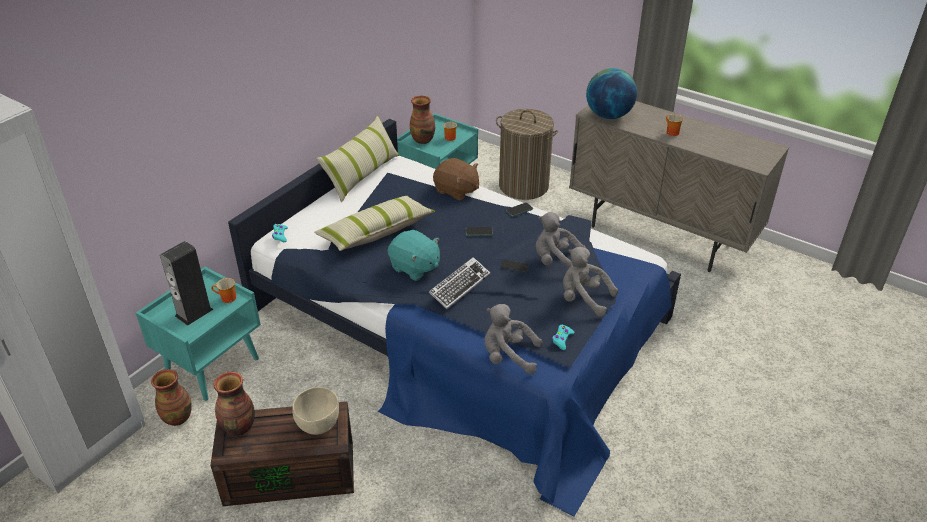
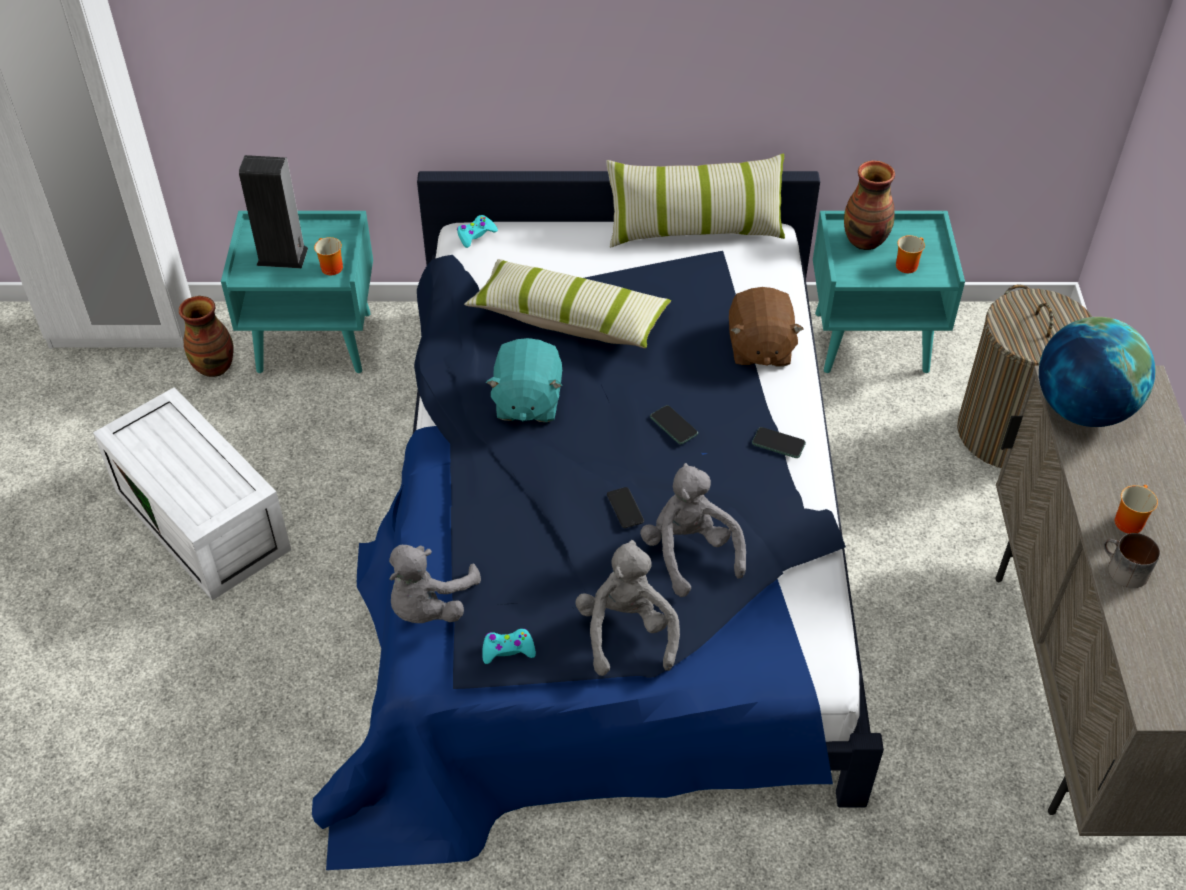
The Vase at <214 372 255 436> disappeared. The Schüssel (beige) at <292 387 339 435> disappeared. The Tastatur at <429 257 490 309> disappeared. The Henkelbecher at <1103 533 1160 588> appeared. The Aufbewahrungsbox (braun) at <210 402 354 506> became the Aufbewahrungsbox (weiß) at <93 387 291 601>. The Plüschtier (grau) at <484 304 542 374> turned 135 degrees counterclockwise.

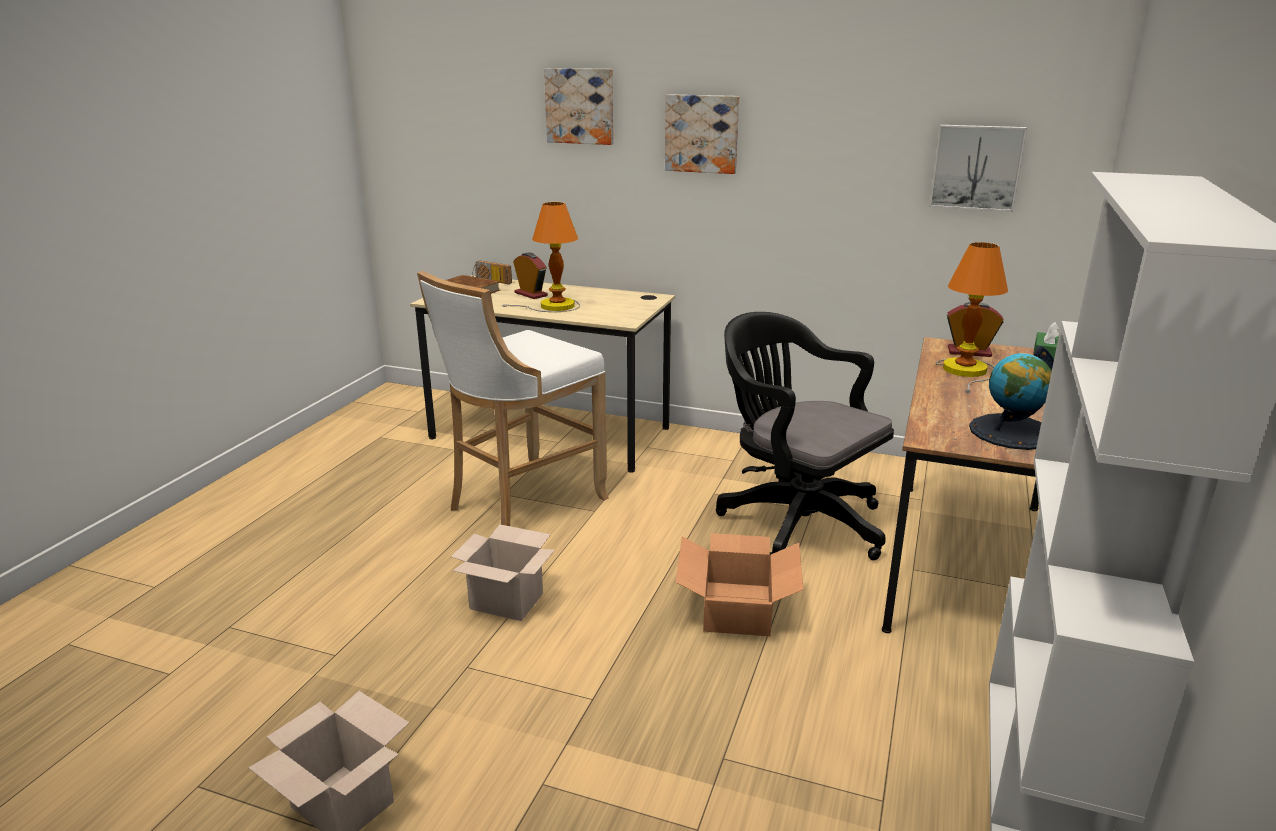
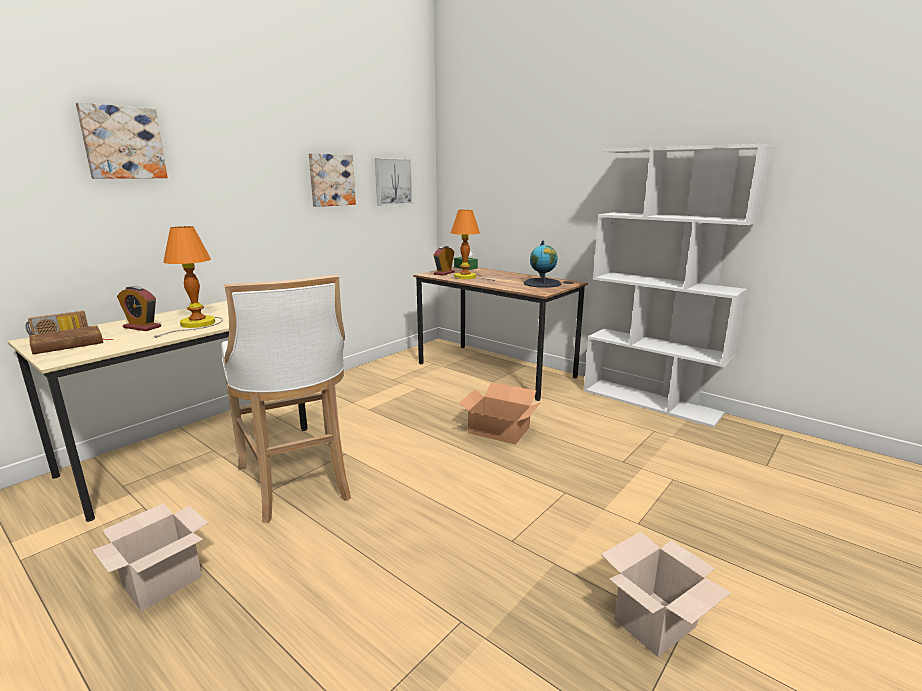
The Bürostuhl (schwarz) at <716 312 894 560> disappeared. The Karton moved from <451 525 555 621> to <92 503 208 611>. The Bild moved from <665 94 739 174> to <309 153 356 207>. The Wecker at <513 253 548 299> turned 135 degrees counterclockwise.

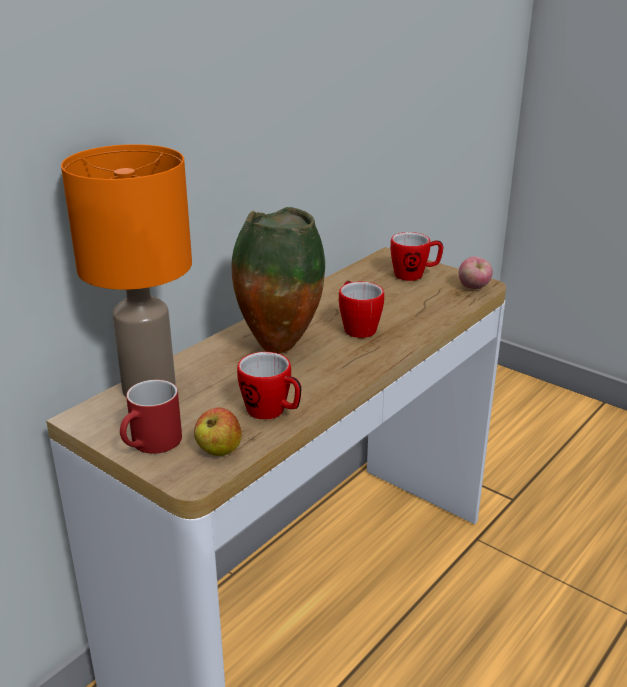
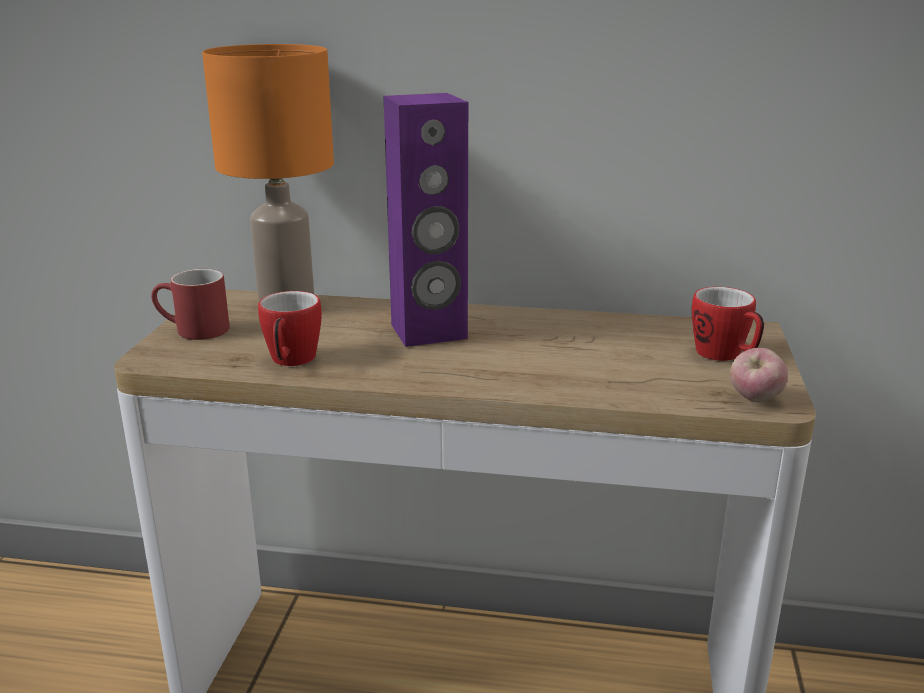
The Apfel at <194 408 242 456> disappeared. The Henkelbecher at <339 280 384 338> disappeared. The Vase at <232 207 325 354> was replaced by the Lautsprecher (lila) at <384 93 468 347>.

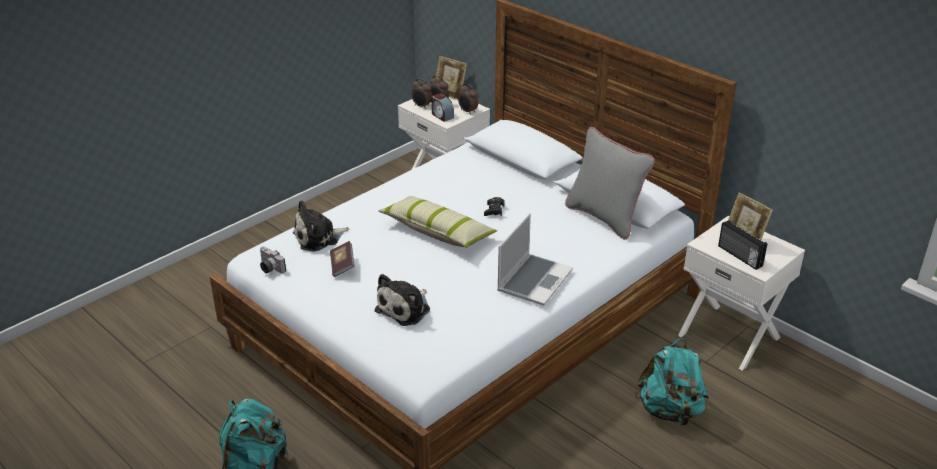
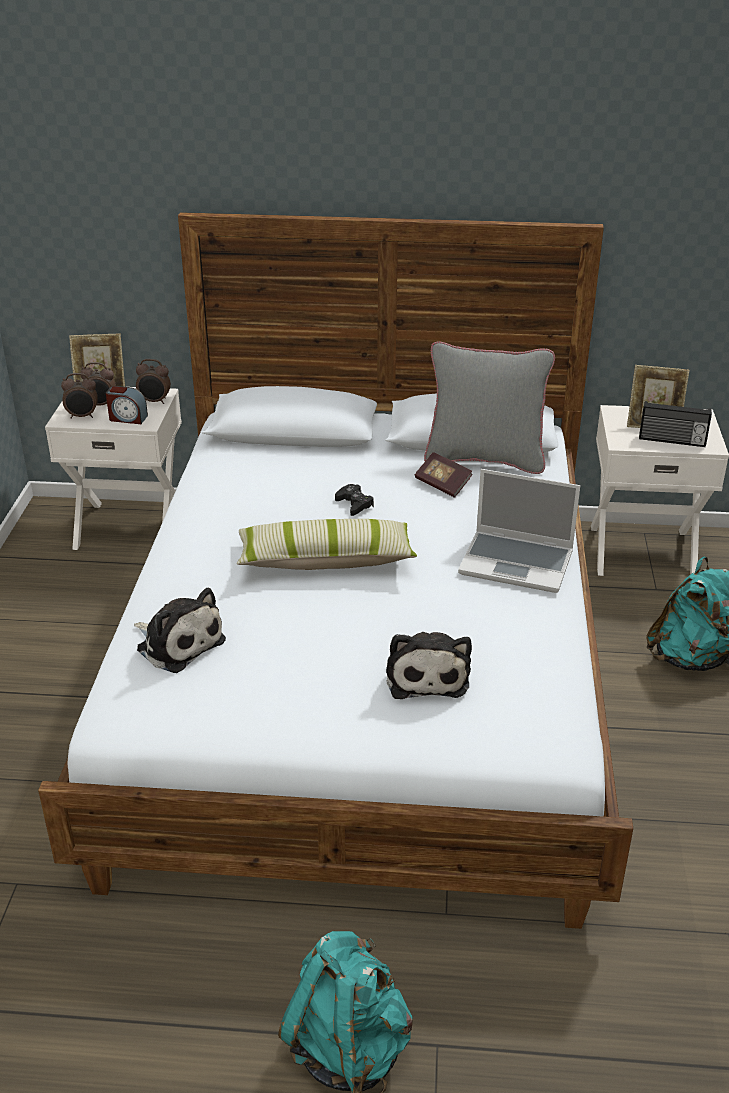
The Kamera at <260 246 286 274> disappeared. The Buch moved from <330 241 355 277> to <415 452 473 498>. The Plüschtier at <293 200 349 252> turned 75 degrees counterclockwise. The Laptop at <497 213 573 306> turned 120 degrees clockwise.

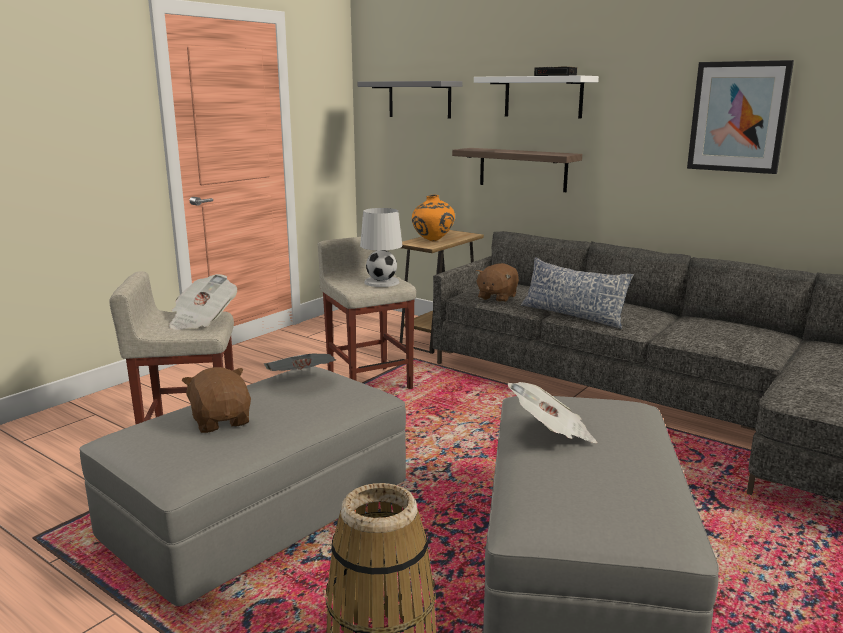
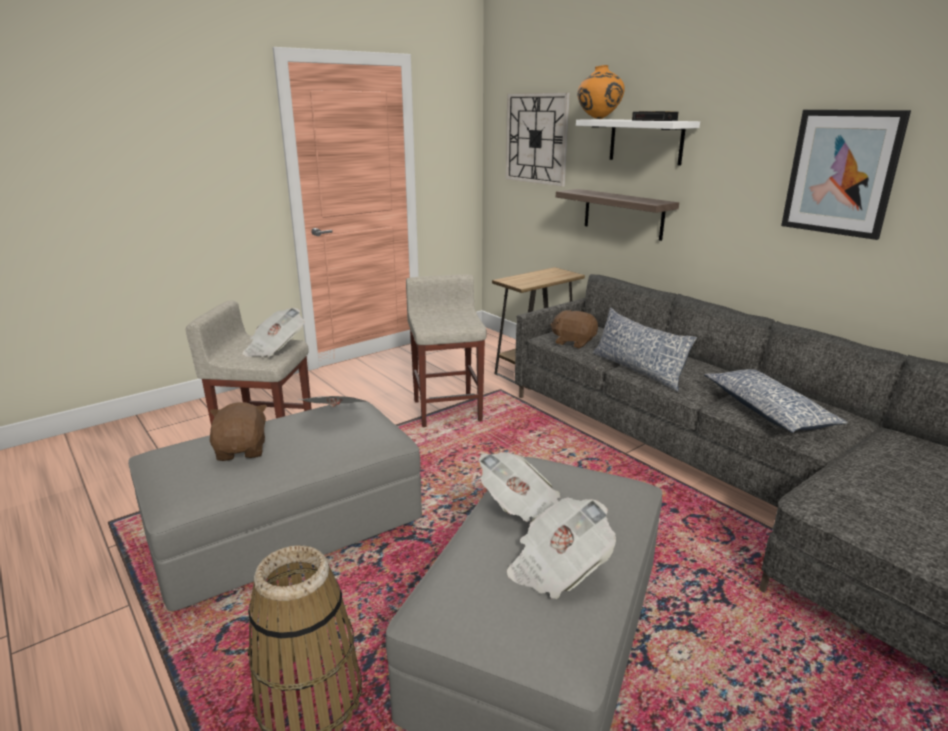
The Tischlampe (weiß) at <360 208 402 287> disappeared. The Zeitung at <507 497 616 599> appeared. The Kissen at <704 369 848 433> appeared. The Vase (orange) moved from <412 195 455 241> to <577 65 625 119>. The Wandregal (grau) at <358 81 462 119> was replaced by the Wanduhr at <506 93 570 187>. The Plüschtier (braun) at <475 263 519 303> turned 75 degrees clockwise.

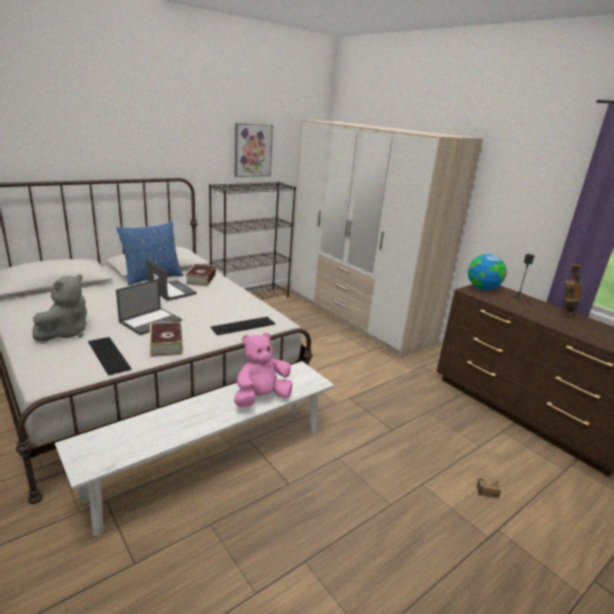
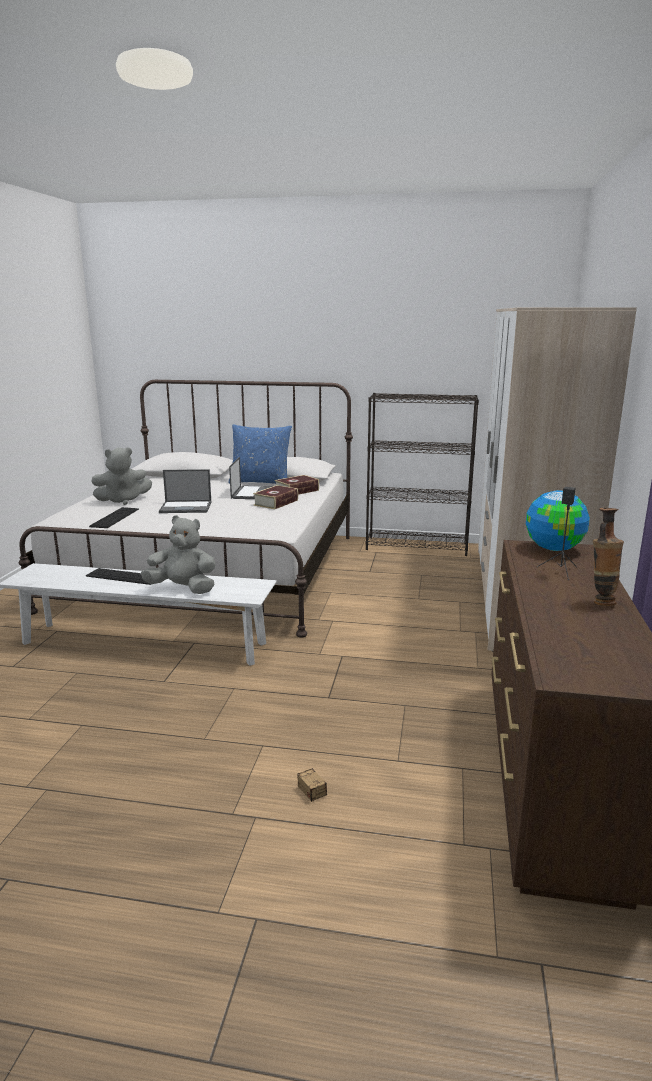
The Bild at <235 123 273 177> disappeared. The Buch moved from <149 322 183 357> to <253 485 298 509>. The Tastatur moved from <211 317 275 335> to <86 568 151 585>. The Plüschtier (rosa) at <234 332 293 407> became the Plüschtier (grau) at <141 515 216 594>.

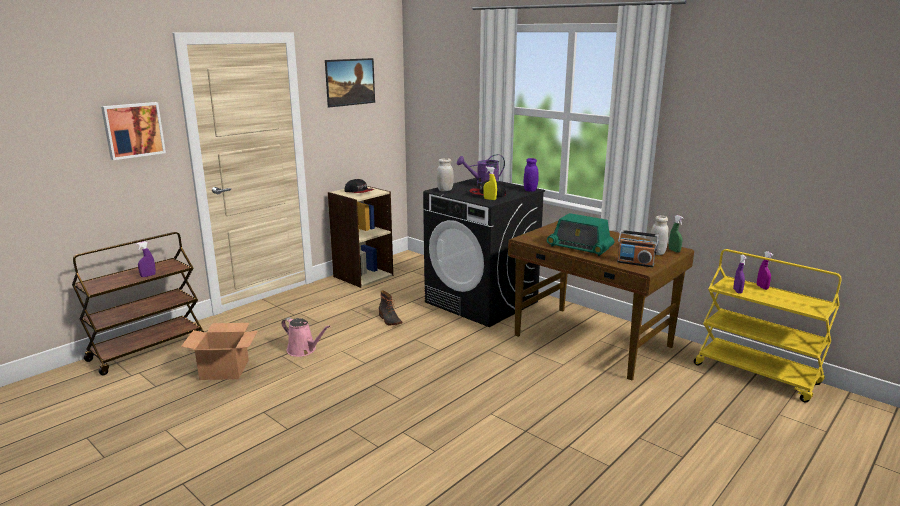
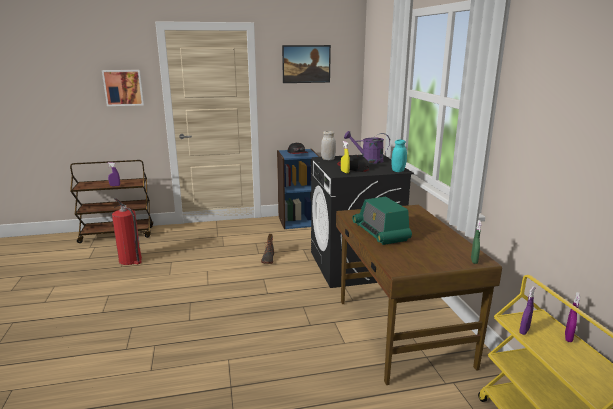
The Gießkanne (rosa) at <282 318 330 357> disappeared. The Radio at <617 230 659 267> disappeared. The Vorratsglas (weiß) at <650 216 669 255> disappeared. The Karton at <181 323 258 380> was replaced by the Feuerlöscher at <112 198 142 265>. The Bücherregal (beige) at <328 186 393 288> became the Bücherregal (blau) at <277 149 320 229>. The Vorratsglas (lila) at <524 158 539 192> became the Vorratsglas (türkis) at <391 140 407 172>.

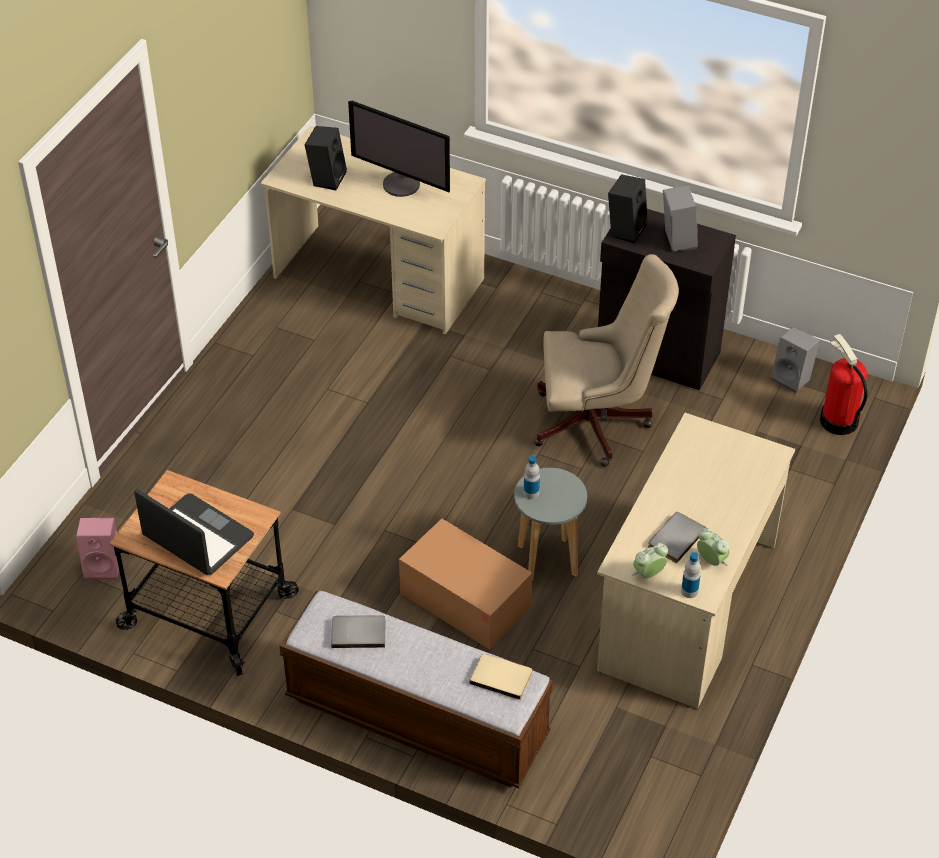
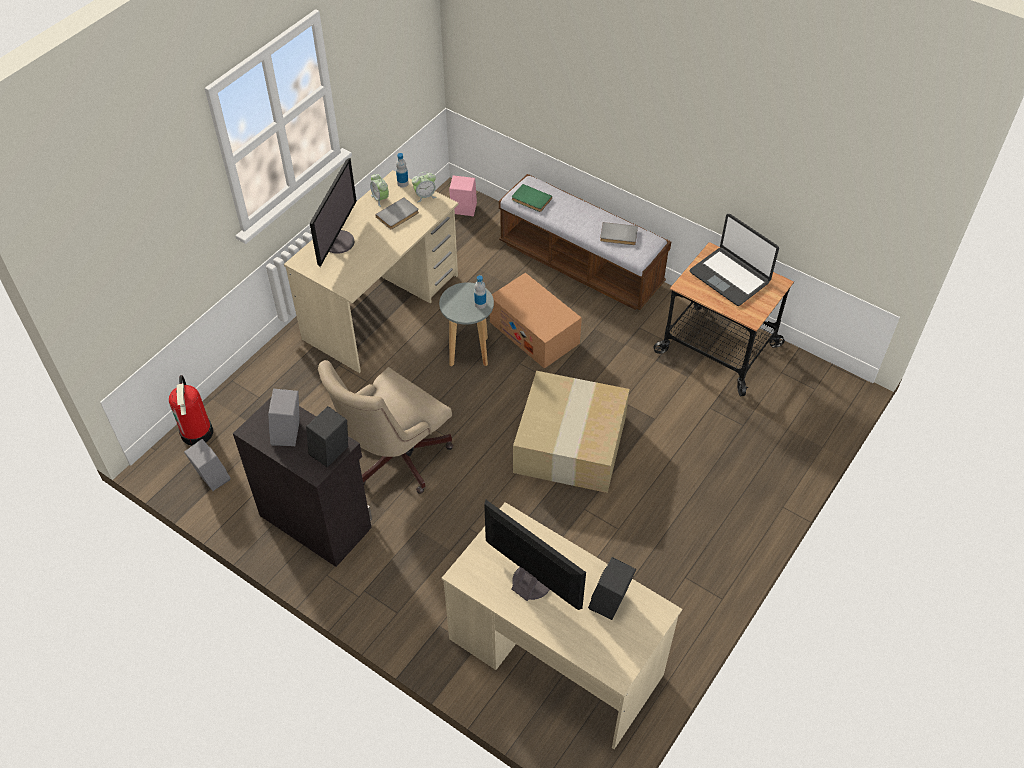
The Monitor at <310 158 357 267> appeared. The Karton at <513 371 629 493> appeared. The Lautsprecher (rosa) moved from <76 518 119 580> to <449 176 477 216>. The Buch (beige) at <469 654 532 700> became the Buch (grün) at <512 184 552 212>. The Bürostuhl (beige) at <534 254 679 467> turned 60 degrees counterclockwise.

